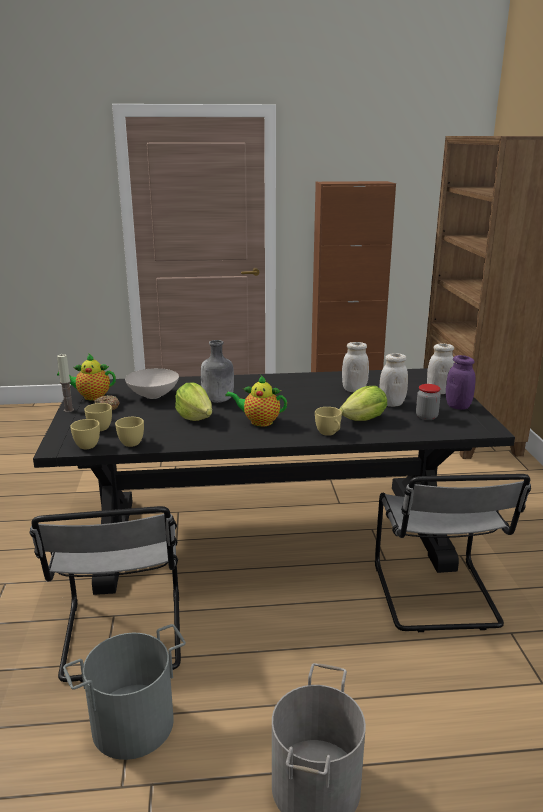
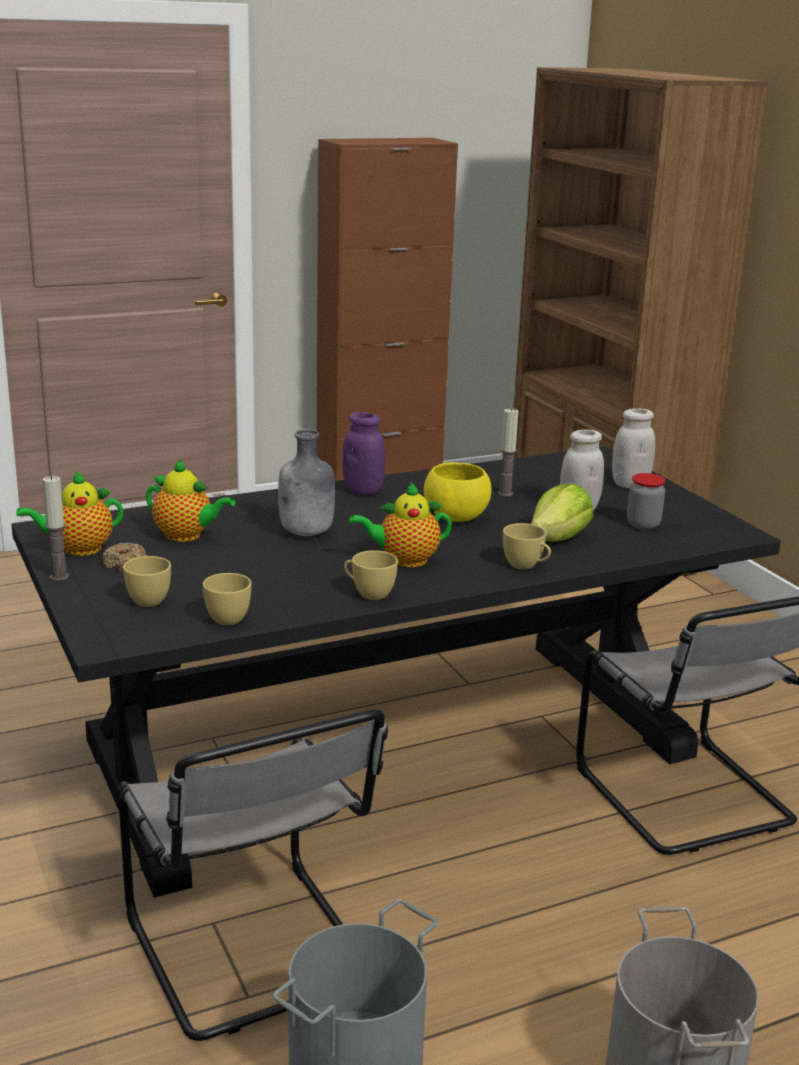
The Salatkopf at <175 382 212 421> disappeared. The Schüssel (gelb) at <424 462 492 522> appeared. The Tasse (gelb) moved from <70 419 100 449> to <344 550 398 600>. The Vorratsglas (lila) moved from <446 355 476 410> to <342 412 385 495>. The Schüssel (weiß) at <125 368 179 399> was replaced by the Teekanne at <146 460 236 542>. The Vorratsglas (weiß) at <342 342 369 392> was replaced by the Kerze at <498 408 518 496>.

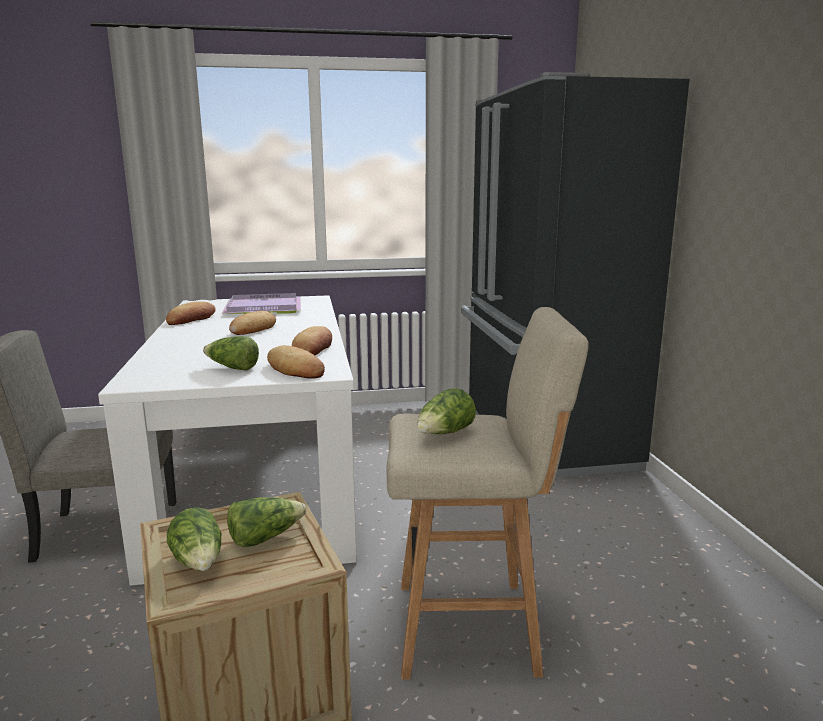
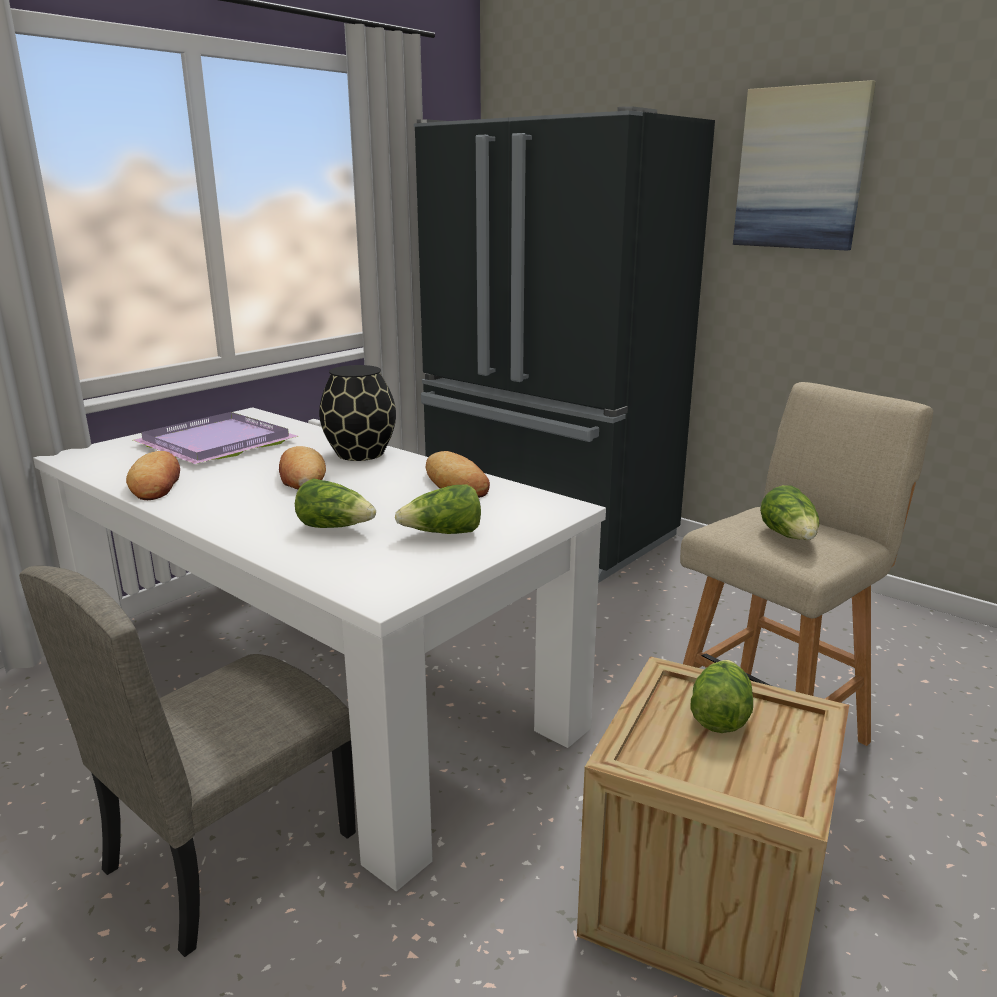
The Brot at <267 345 325 379> disappeared. The Vase (schwarz) at <319 365 396 461> appeared. The Bild at <733 80 876 251> appeared. The Salatkopf moved from <167 507 222 571> to <295 478 376 528>.

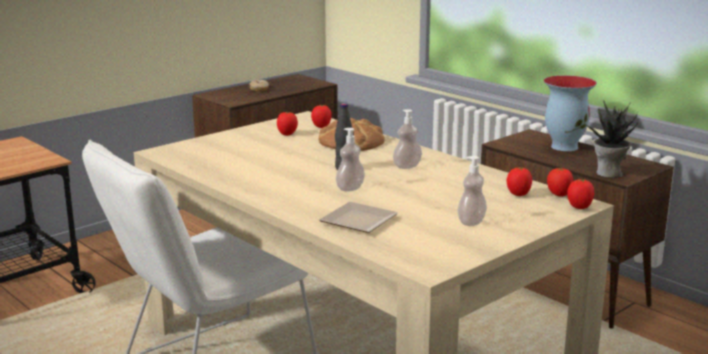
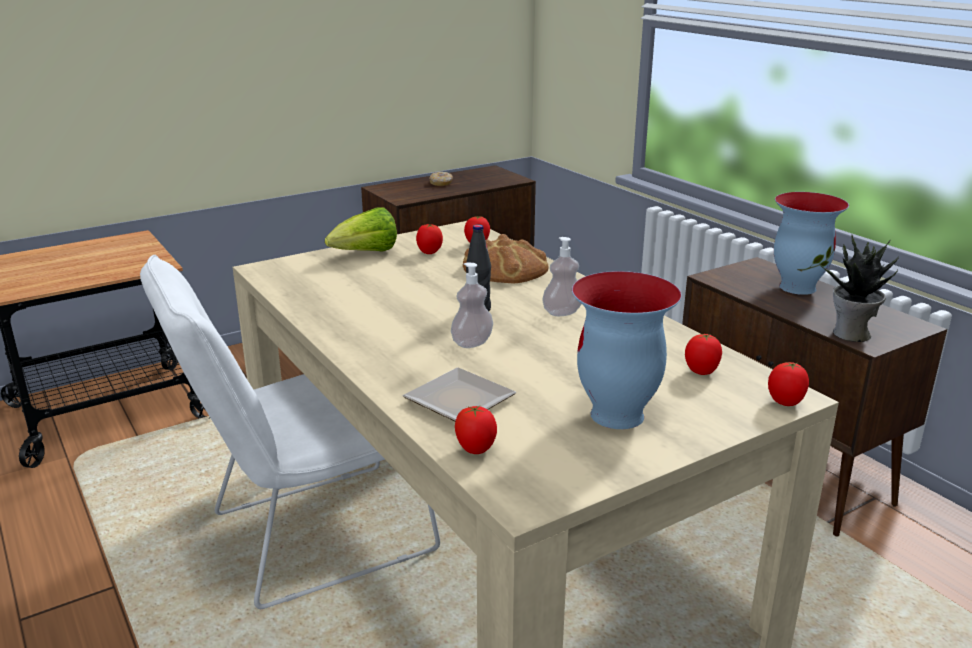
The Salatkopf at <325 207 397 252> appeared. The Tomate moved from <547 167 573 197> to <455 406 497 454>. The Seifenspender at <457 156 487 226> was replaced by the Vase at <572 271 682 429>.

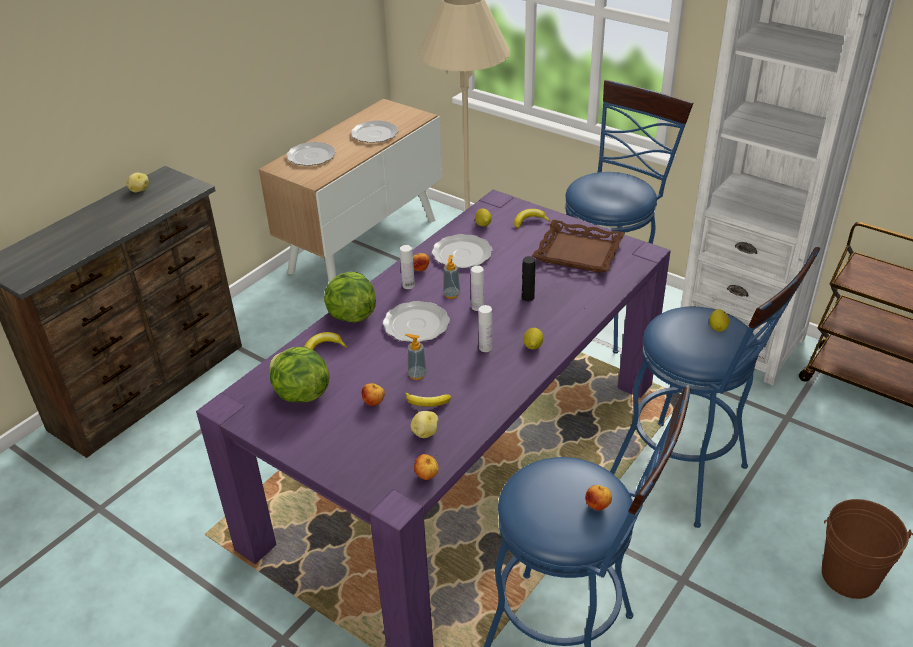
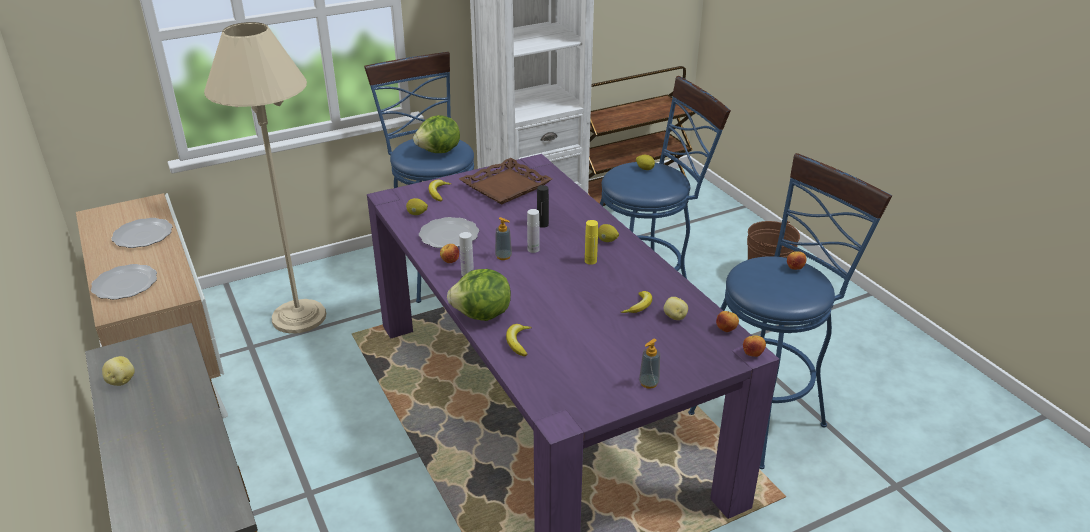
The Teller at <383 301 450 342> disappeared. The Salatkopf moved from <270 347 329 402> to <413 115 460 153>. The Apfel moved from <362 383 385 406> to <743 335 766 357>. The Seifenspender moved from <405 334 427 380> to <639 339 660 389>. The Flasche (weiß) at <478 305 492 352> became the Flasche (gelb) at <585 220 598 265>.

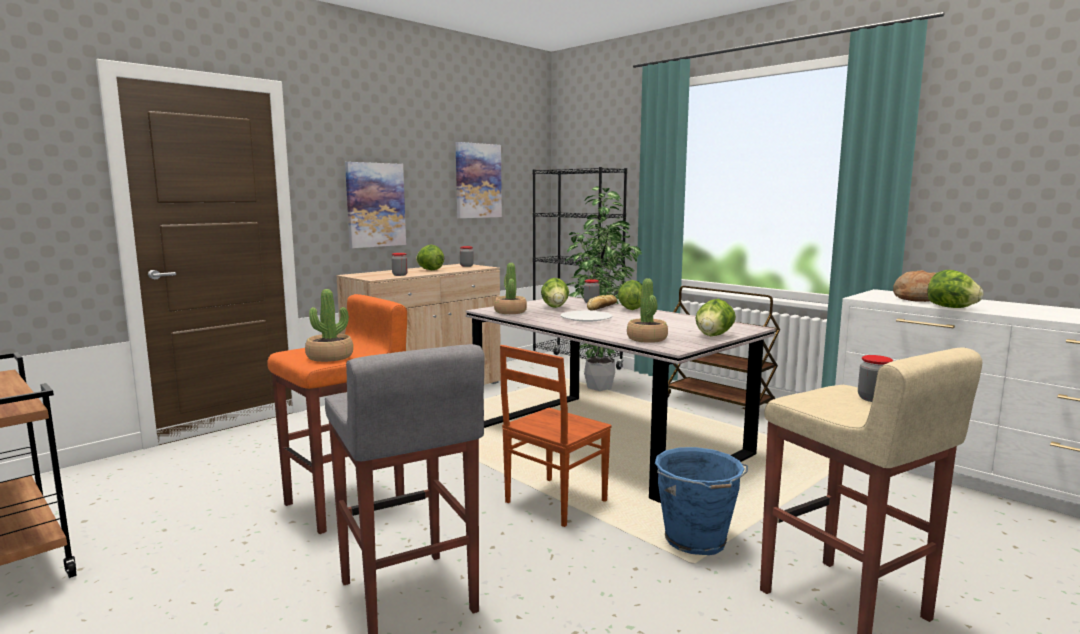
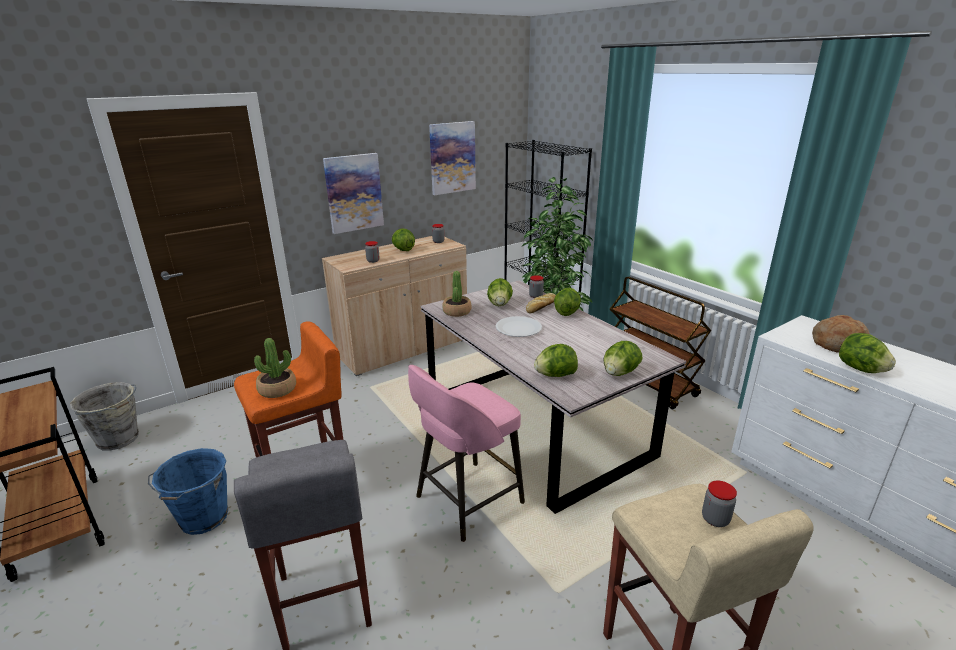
The Eimer (grau) at <70 382 139 451> appeared. The Eimer (blau) moved from <655 447 748 556> to <148 448 228 535>. The Stuhl (braun) at <500 345 612 527> was replaced by the Hocker (rosa) at <408 365 525 542>. The Topfpflanze at <627 278 668 343> was replaced by the Salatkopf at <534 344 578 377>.

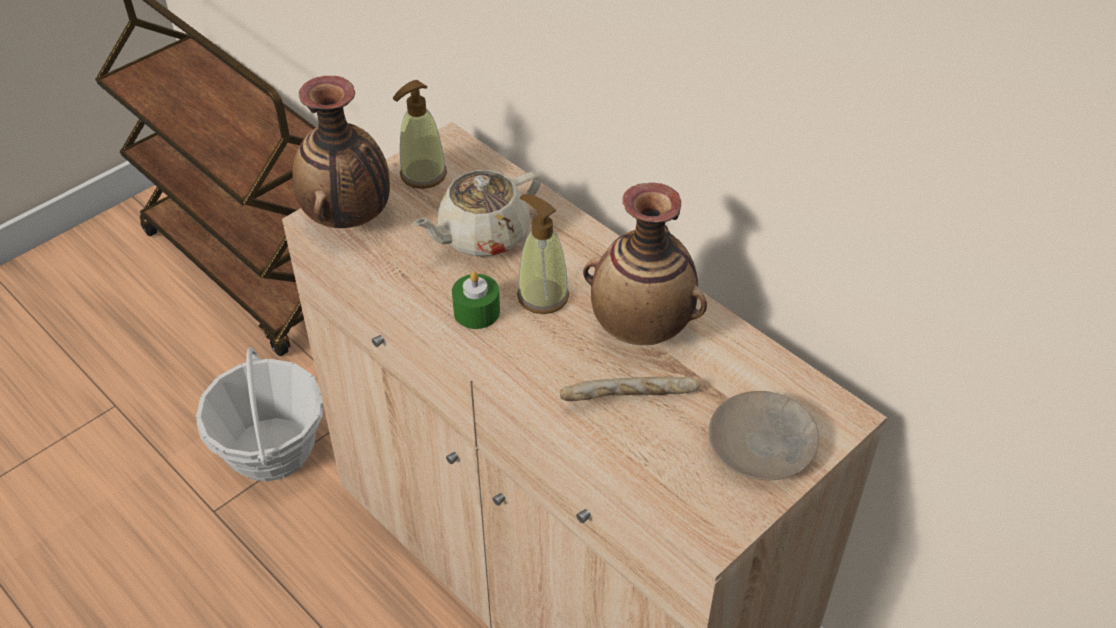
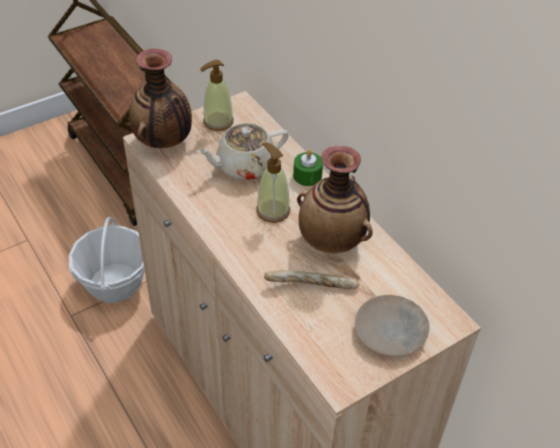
The Kerze (grün) moved from <452 272 500 329> to <293 150 323 186>.

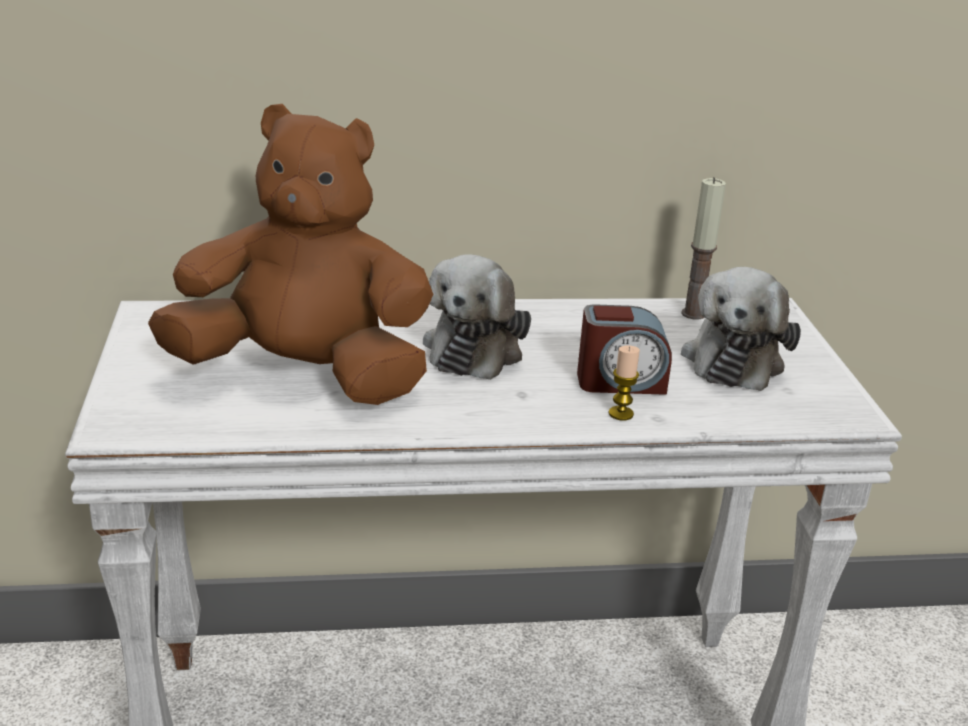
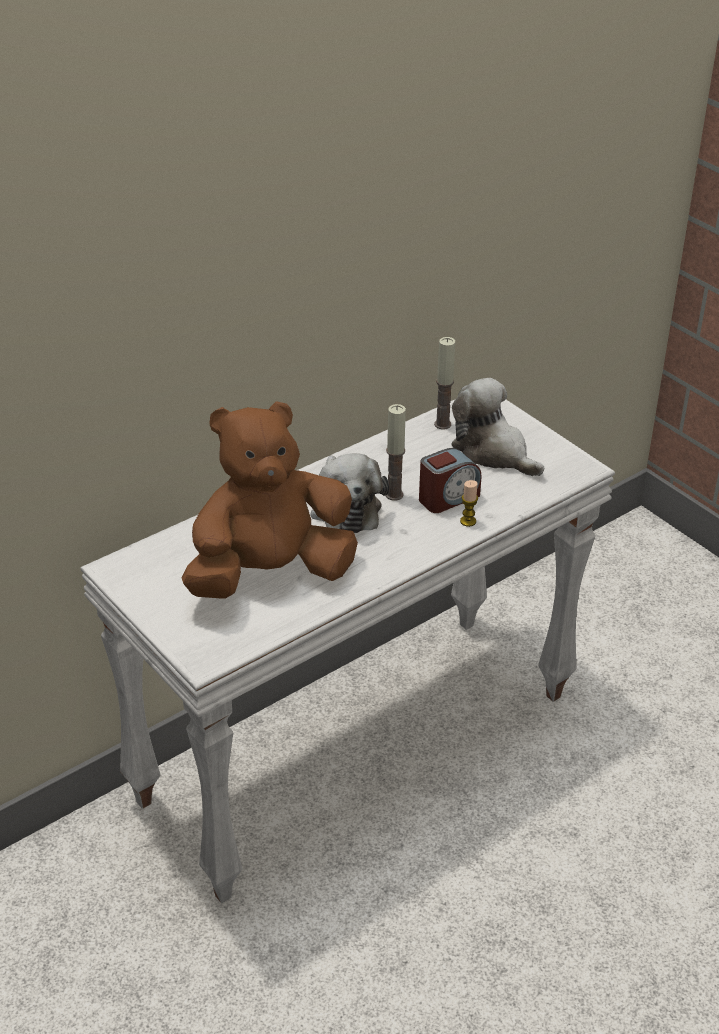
The Kerze at <386 404 406 501> appeared. The Plüschtier at <681 267 801 391> turned 150 degrees clockwise.

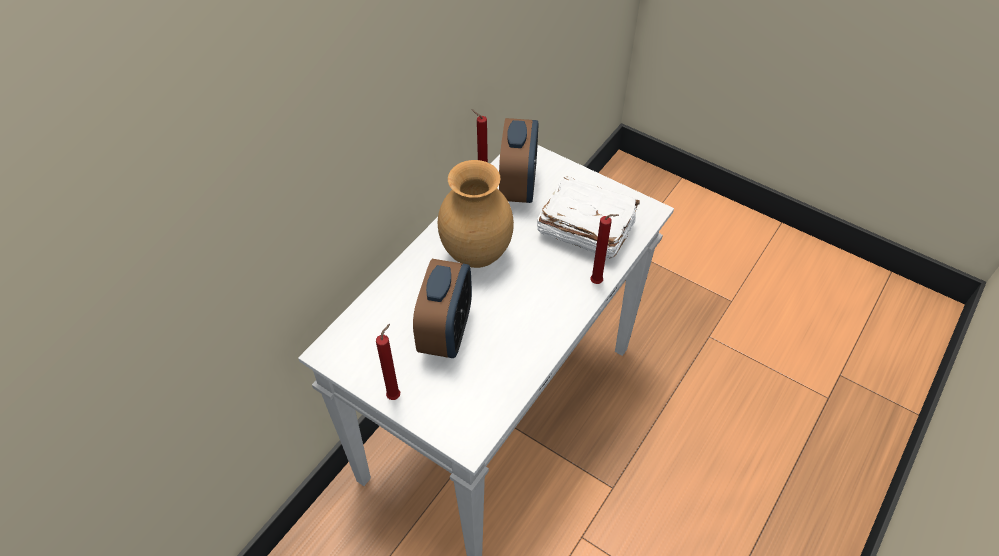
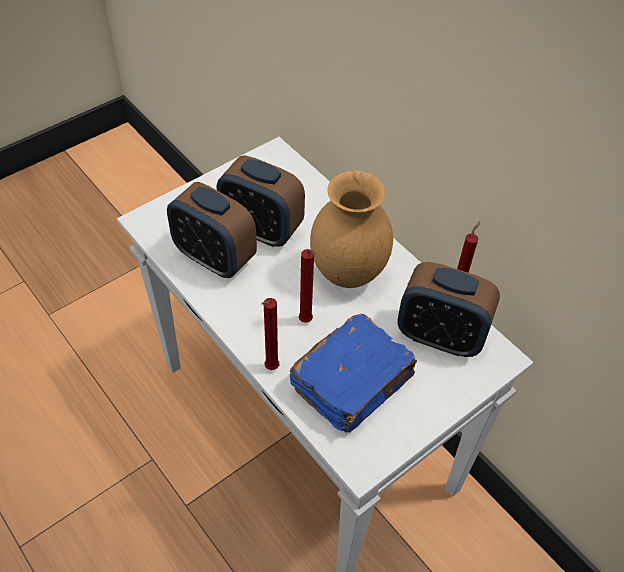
The Wecker at <167 182 257 278> appeared. The Kerze (rot) moved from <376 324 400 400> to <299 249 316 323>. The Buch (weiß) at <537 176 640 258> became the Buch (blau) at <289 314 417 433>.

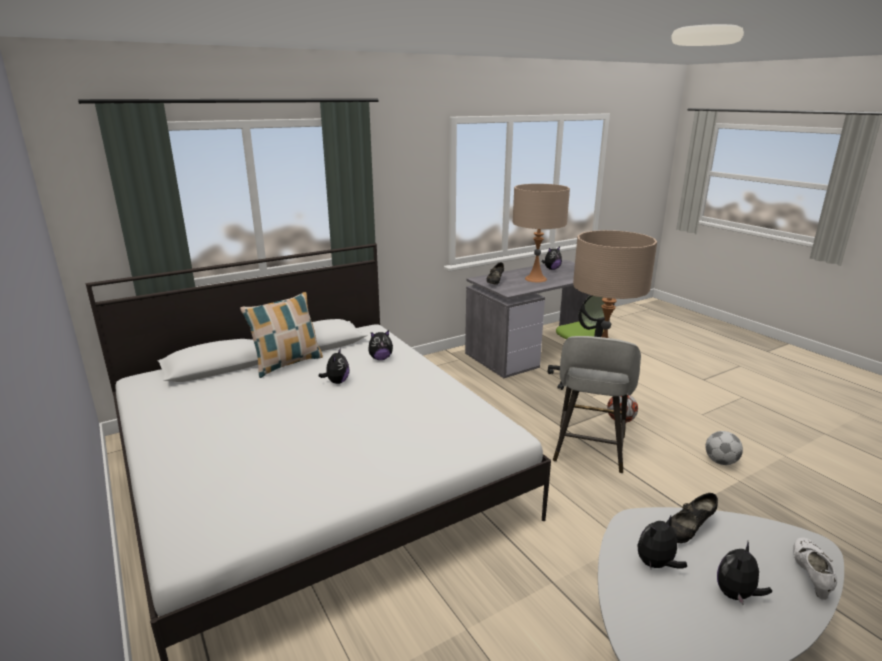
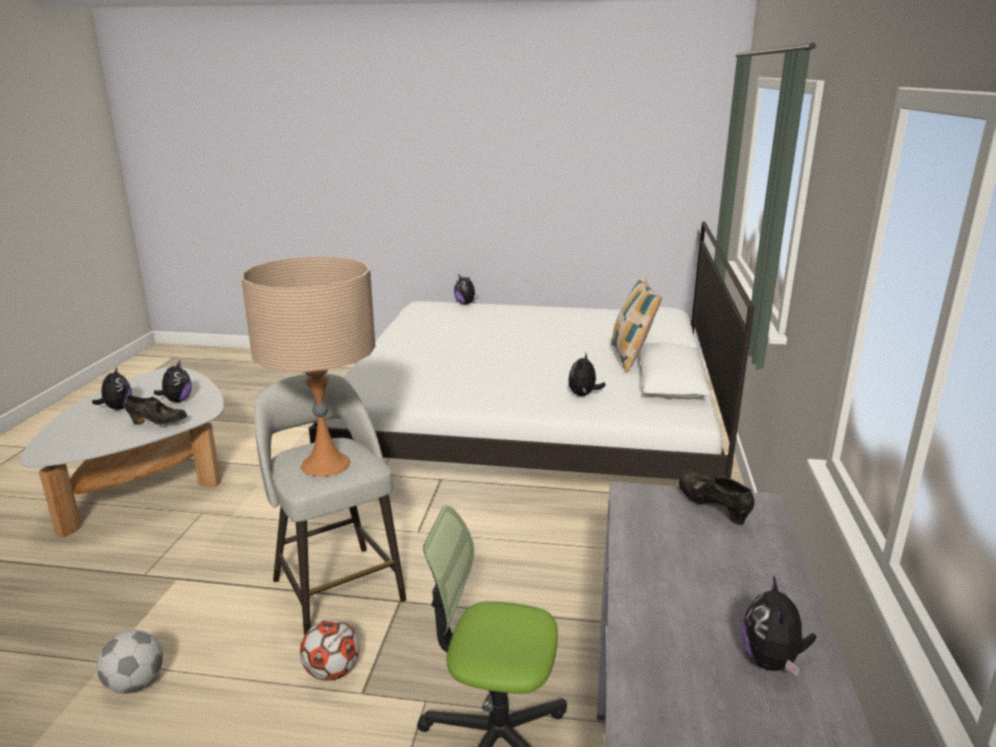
The Tischlampe (beige) at <513 184 570 283> disappeared. The Schuh (weiß) at <793 538 837 600> disappeared. The Plüschtier moved from <319 348 350 384> to <454 274 479 305>. The Schuh (schwarz) at <671 493 718 543> turned 90 degrees clockwise.

